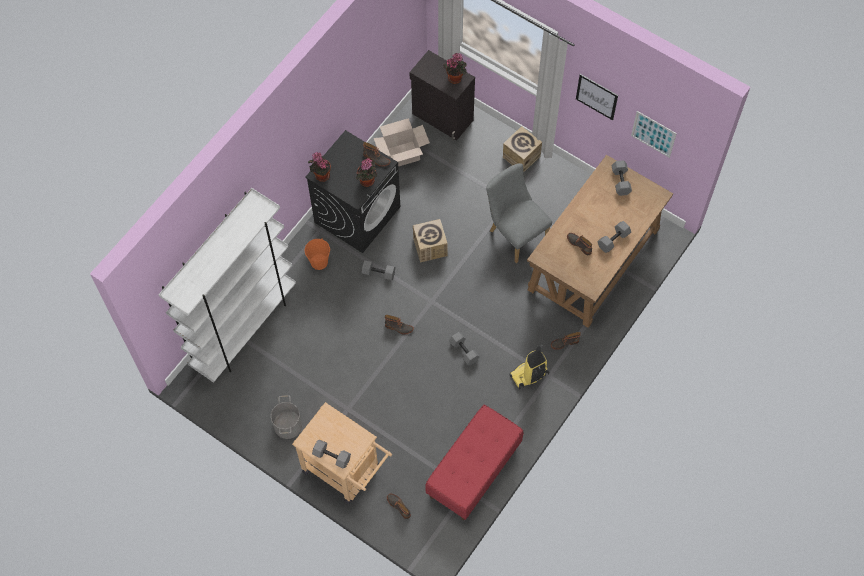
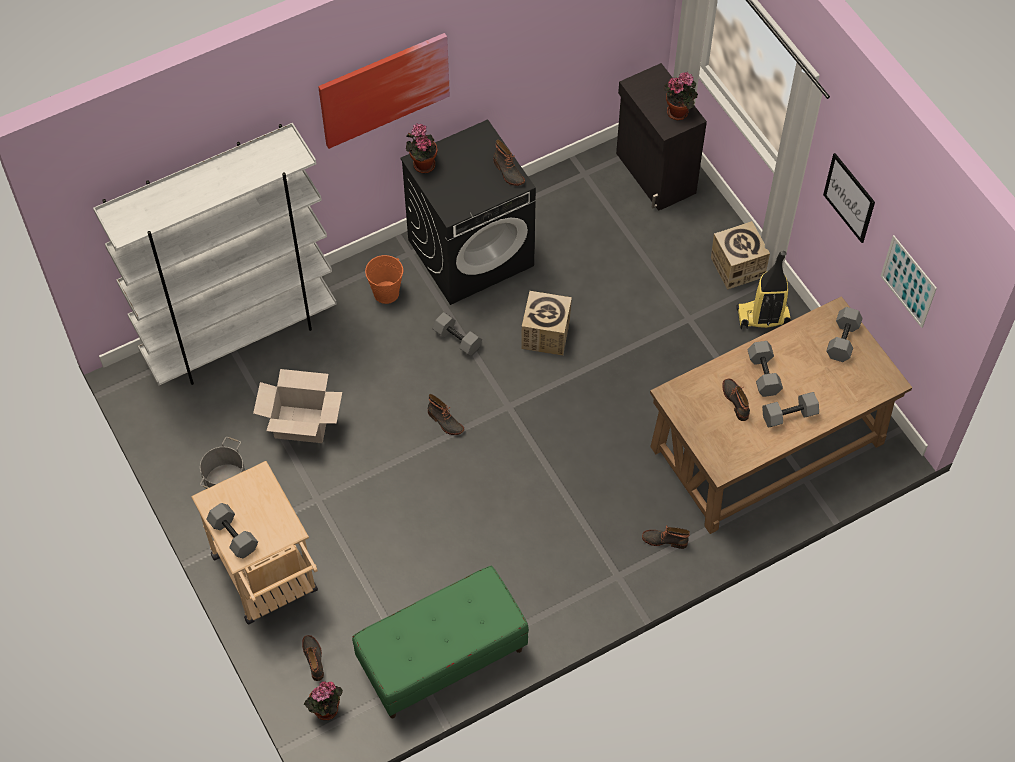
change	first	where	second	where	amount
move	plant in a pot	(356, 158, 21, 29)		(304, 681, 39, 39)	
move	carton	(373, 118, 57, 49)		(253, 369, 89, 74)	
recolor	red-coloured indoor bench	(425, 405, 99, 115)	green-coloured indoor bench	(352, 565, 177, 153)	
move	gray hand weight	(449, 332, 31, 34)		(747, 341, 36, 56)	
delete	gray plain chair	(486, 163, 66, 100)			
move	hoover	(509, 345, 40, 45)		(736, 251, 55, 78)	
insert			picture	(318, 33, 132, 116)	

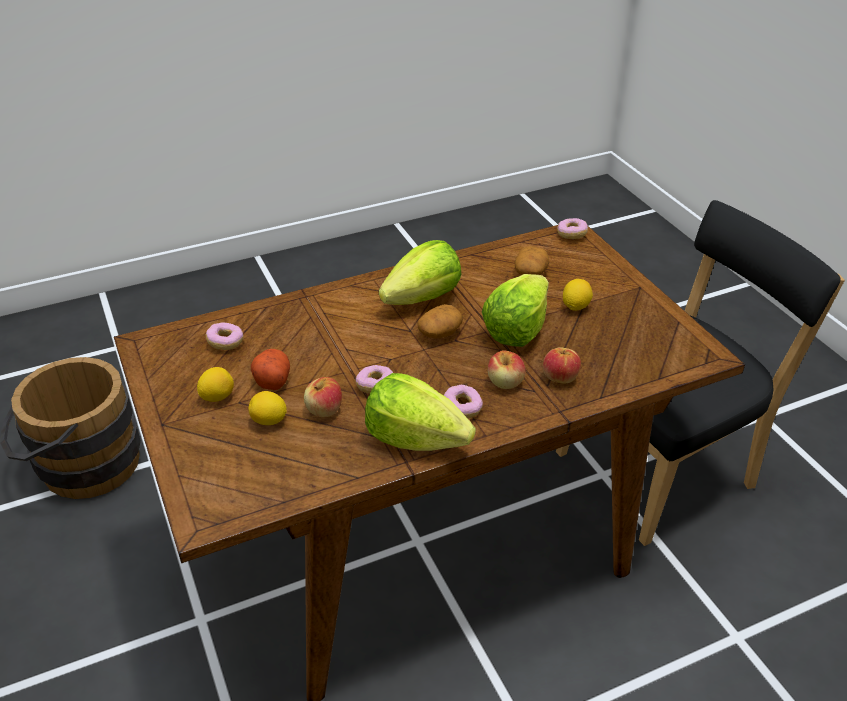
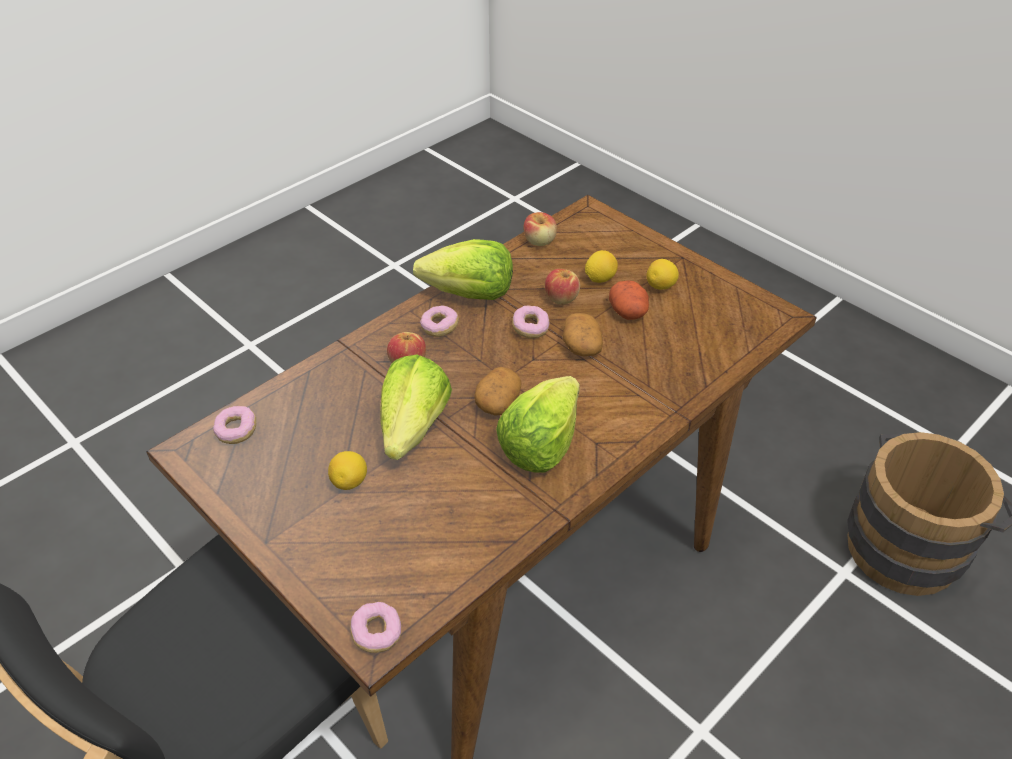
change	first	where	second	where	amount
move	donut	(206, 323, 38, 27)		(213, 406, 43, 38)	
move	spud	(514, 246, 35, 29)		(563, 313, 40, 43)	
move	whole apple	(543, 347, 38, 37)		(523, 212, 34, 34)	

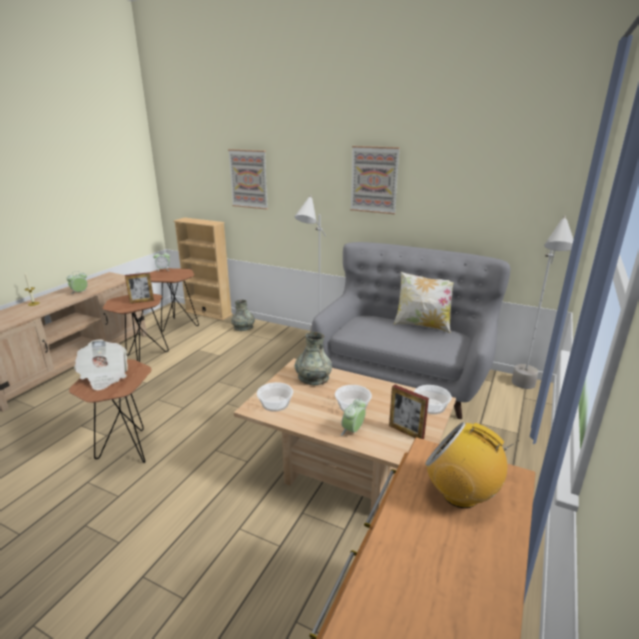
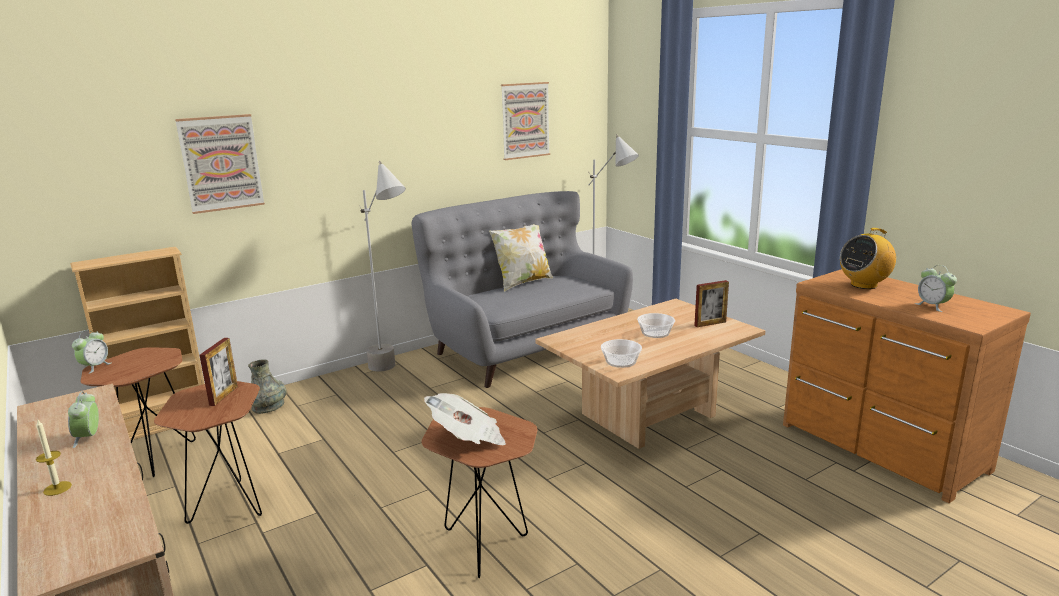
change	first	where	second	where	amount
delete	gray decorative vase	(295, 332, 37, 53)			
move	bedside clock	(341, 399, 25, 37)		(915, 265, 42, 47)	
move	picture	(350, 146, 50, 68)		(501, 82, 49, 78)	
delete	serving bowl	(414, 385, 38, 29)			

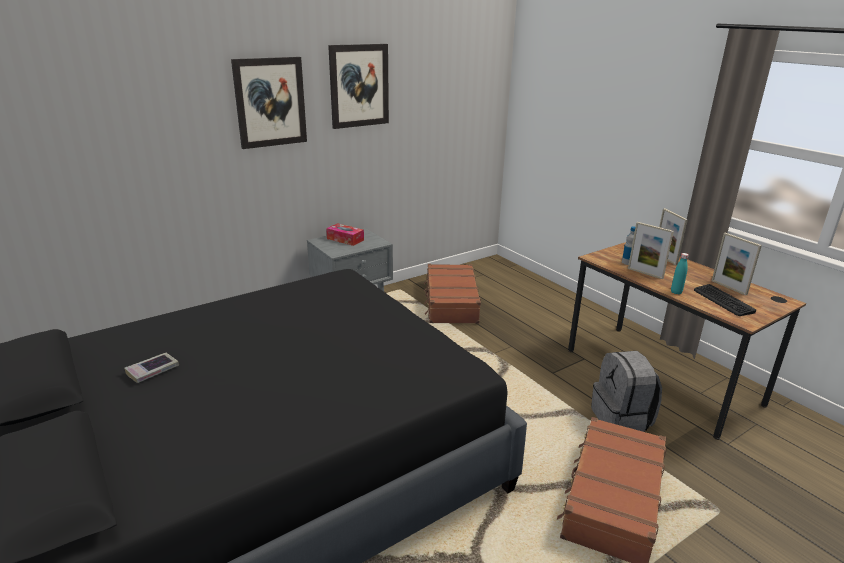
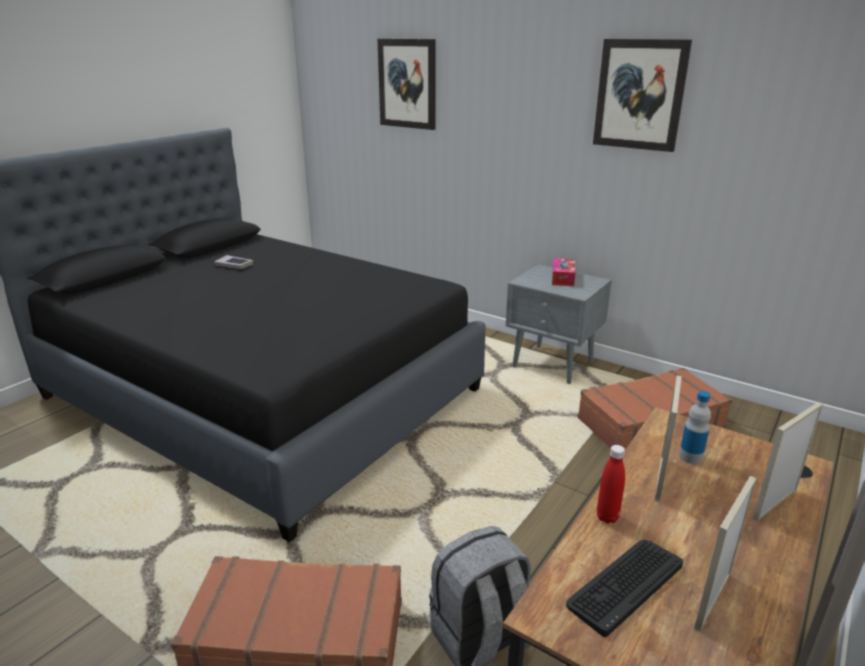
change	first	where	second	where	amount
move	picture	(231, 57, 76, 92)		(377, 39, 59, 91)	
recolor	turquoise drink bottle	(671, 253, 18, 41)	red-coloured drink bottle	(597, 445, 28, 78)	

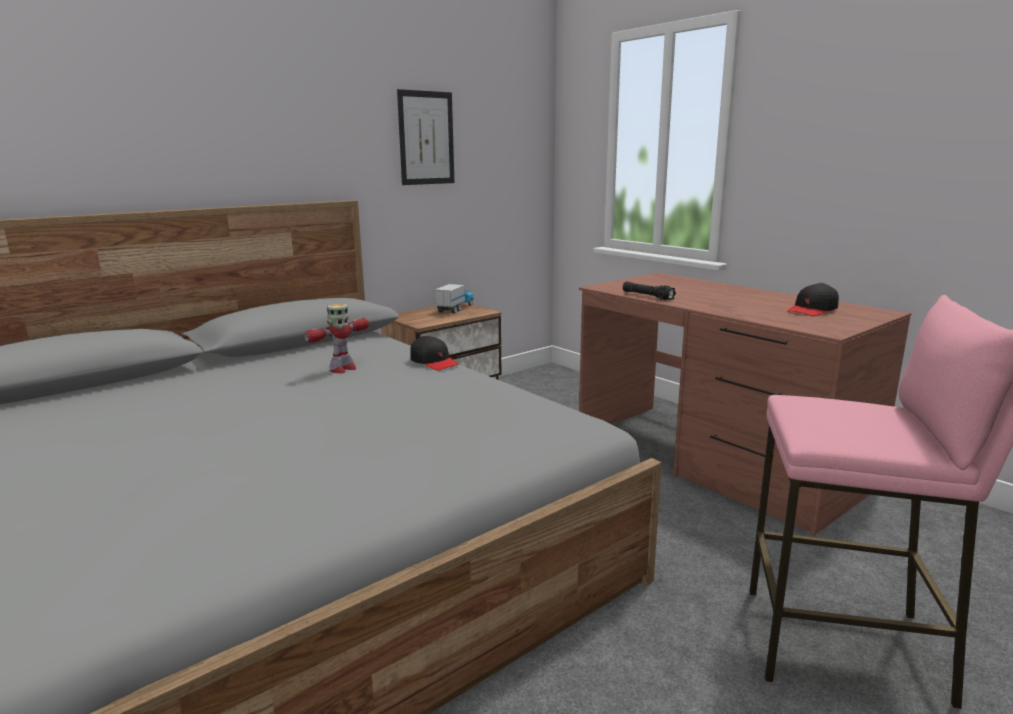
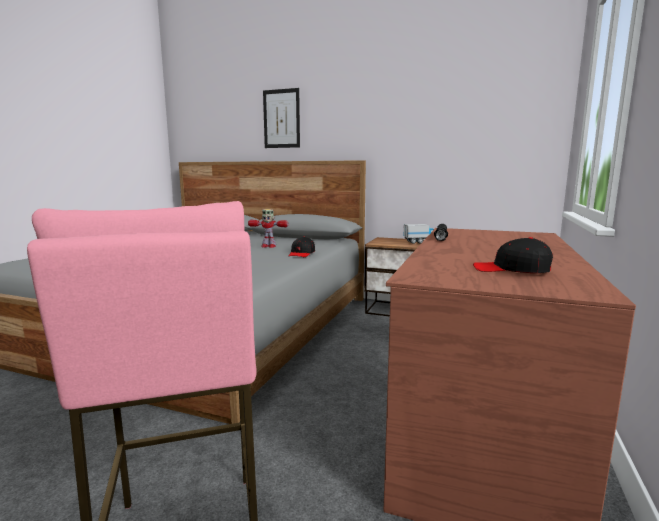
change	first	where	second	where	amount
move	picture	(397, 89, 57, 96)		(263, 88, 37, 60)	

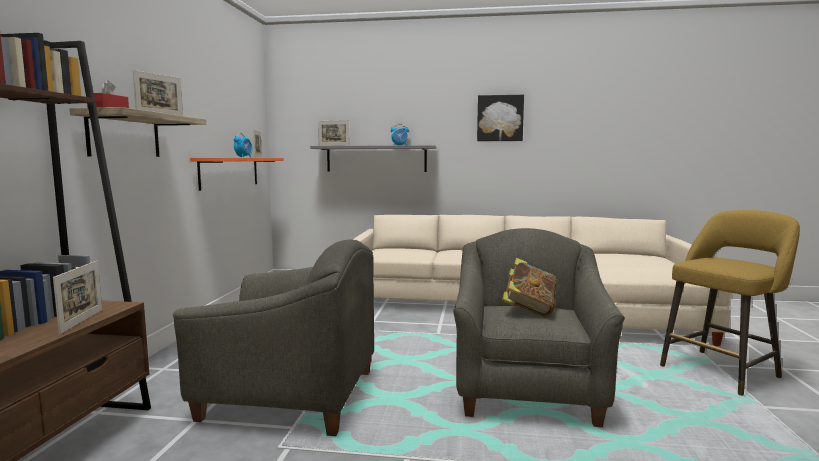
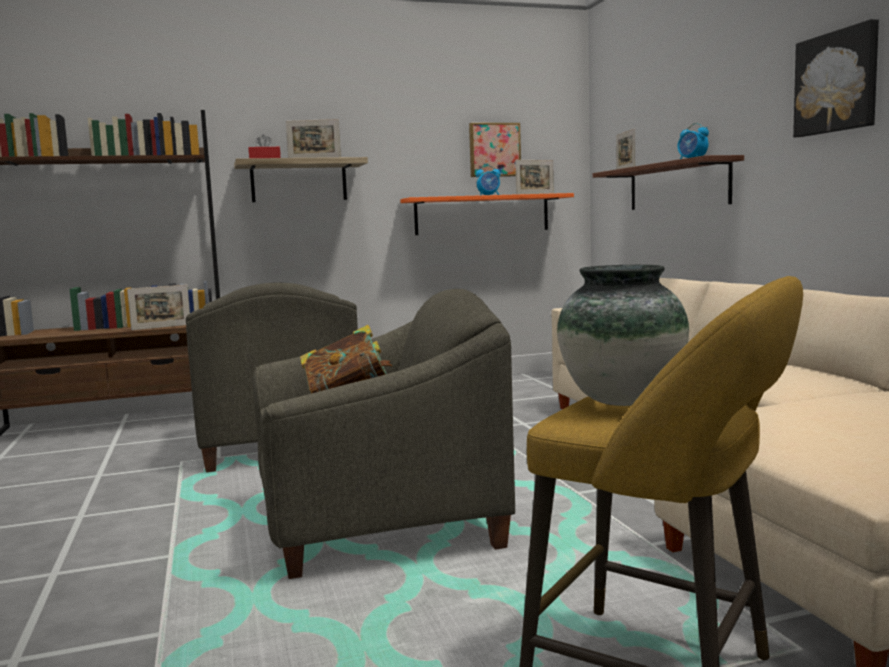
change	first	where	second	where	amount
recolor	gray wall shelf	(310, 145, 126, 27)	brownish wall shelf	(593, 155, 151, 55)	
insert			picture	(469, 123, 52, 54)	
insert			decorative vase	(557, 265, 132, 141)	

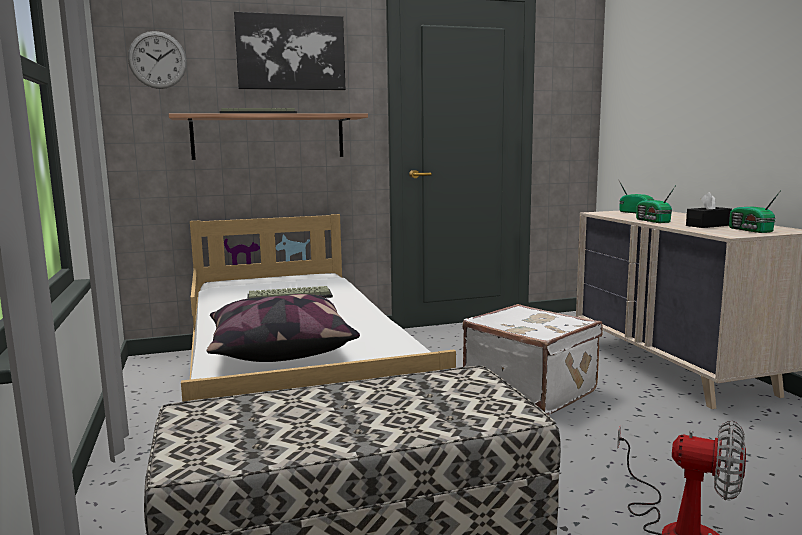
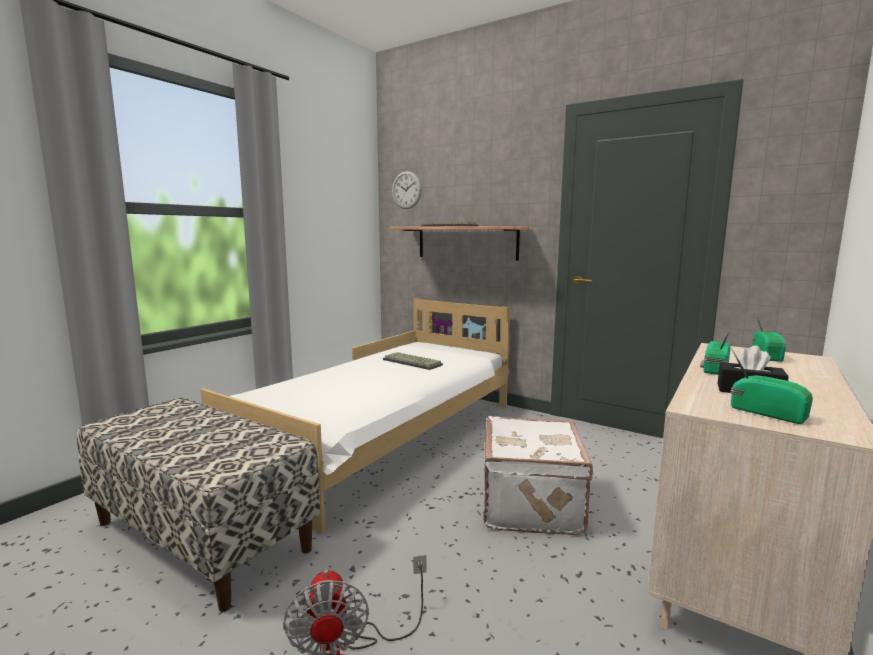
change	first	where	second	where	amount
delete	pillow	(206, 294, 154, 68)			
delete	picture	(234, 12, 111, 78)			
rotate	radio receiver	(729, 190, 52, 43)		(731, 348, 82, 76)	105 degrees clockwise

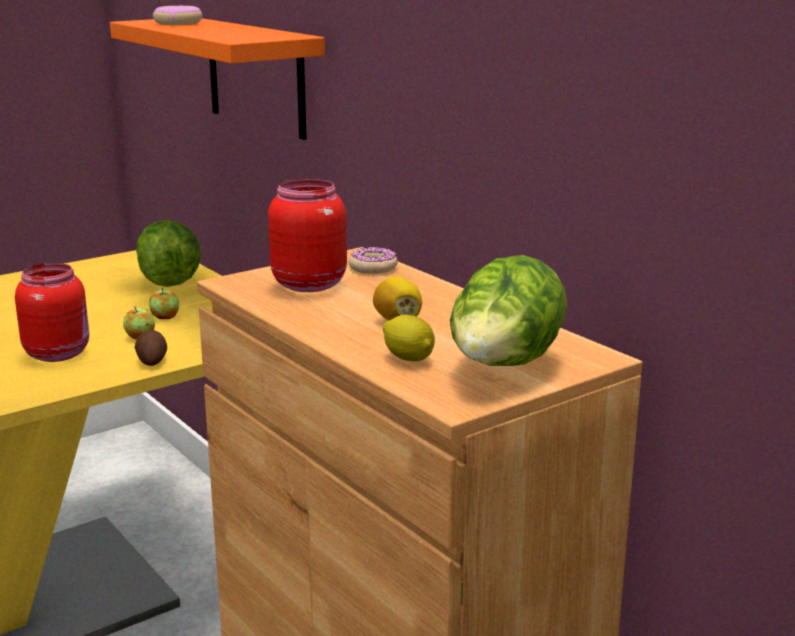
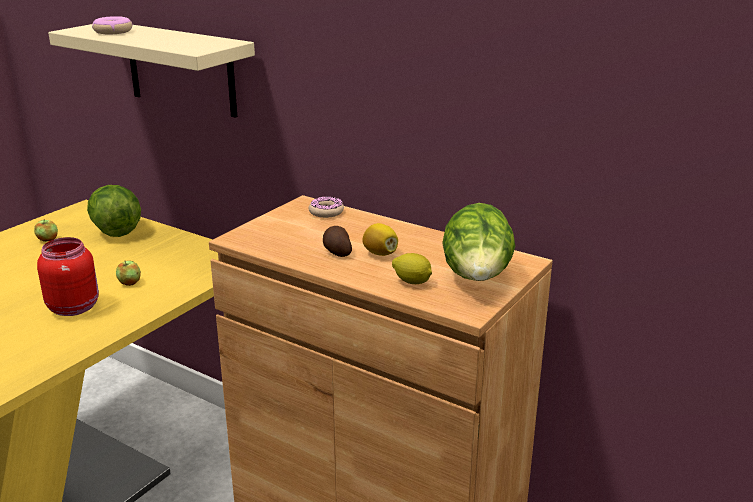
change	first	where	second	where	amount
recolor	orange wall shelf	(110, 18, 215, 122)	beige-coloured wall shelf	(48, 24, 207, 94)	
move	spud	(135, 330, 32, 36)		(323, 226, 29, 31)	
move	whole apple	(149, 288, 30, 31)		(34, 219, 24, 23)	
delete	red-coloured jar	(268, 178, 79, 114)			

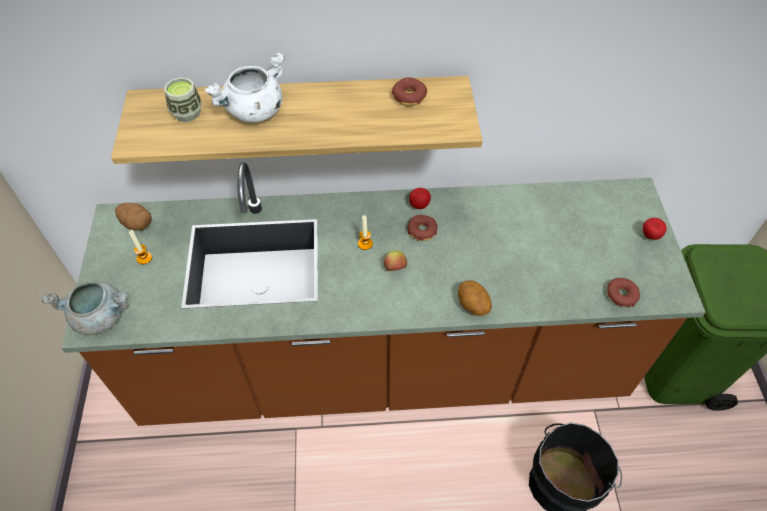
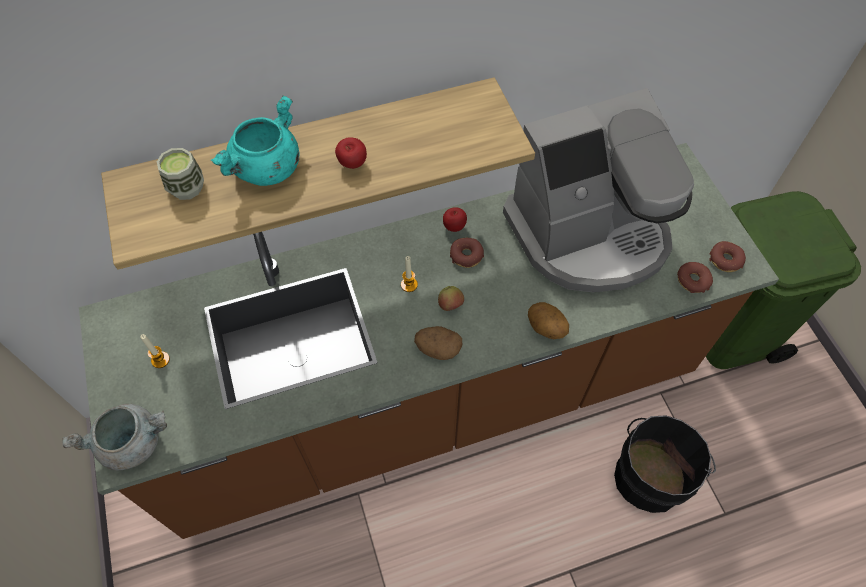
change	first	where	second	where	amount
move	spud	(115, 203, 37, 28)		(414, 326, 48, 34)	
recolor	whitish cooking pot	(204, 52, 81, 70)	turquoise cooking pot	(211, 96, 88, 90)	
move	donut	(392, 77, 35, 29)		(709, 241, 37, 31)	
move	whole apple	(643, 218, 24, 22)		(335, 137, 32, 32)	
insert			coffee machine	(503, 88, 191, 205)	

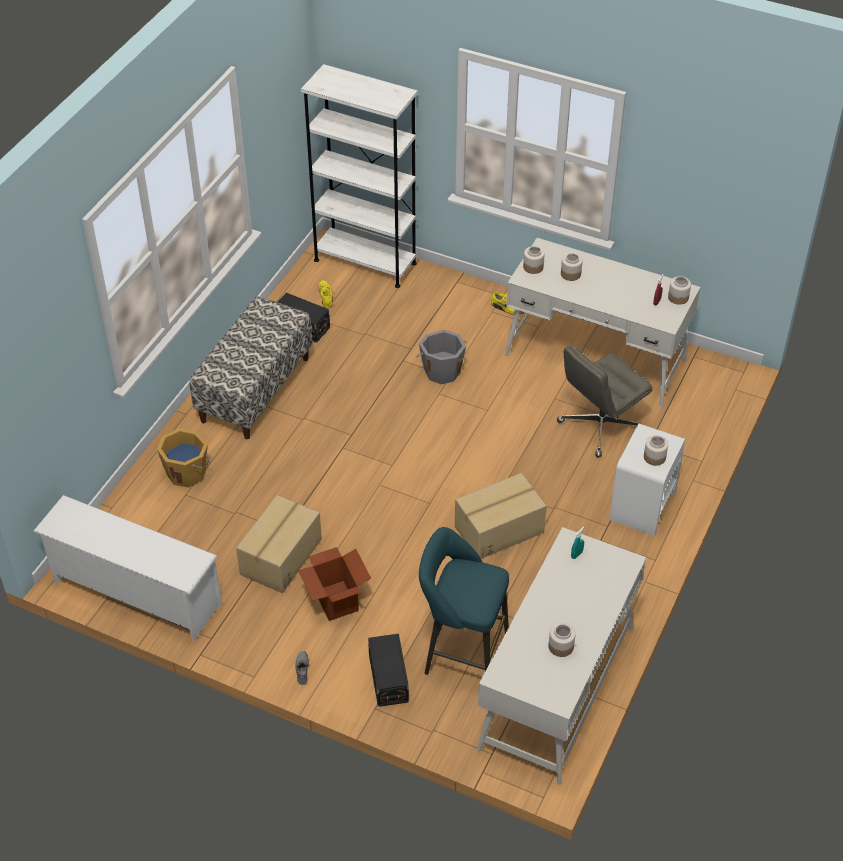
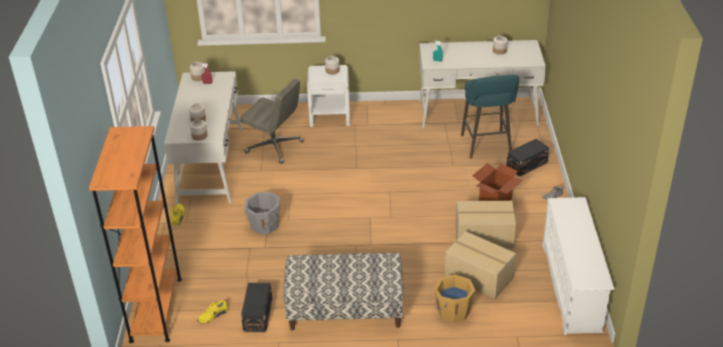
change	first	where	second	where	amount
recolor	whitish bookshelf	(301, 64, 117, 224)	orange bookshelf	(89, 126, 93, 217)	
move	carton	(455, 473, 92, 86)		(445, 231, 71, 68)	

